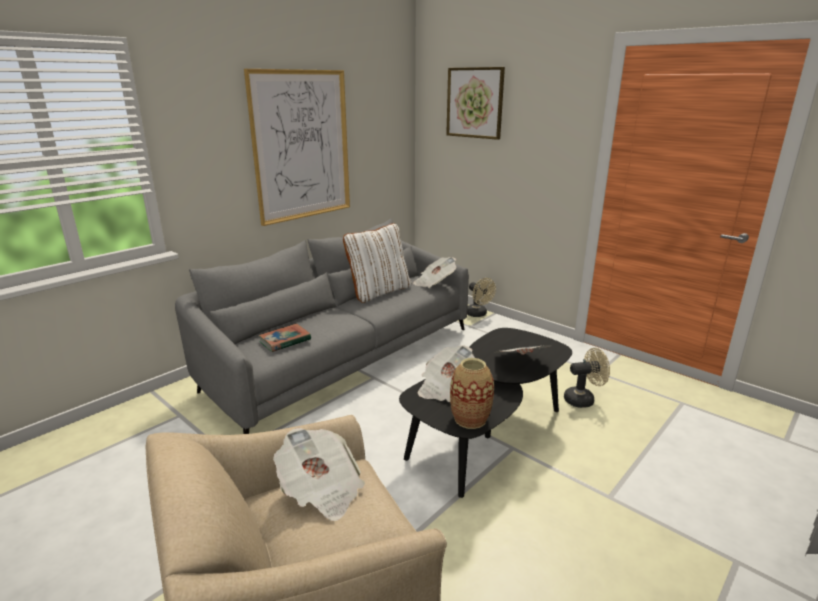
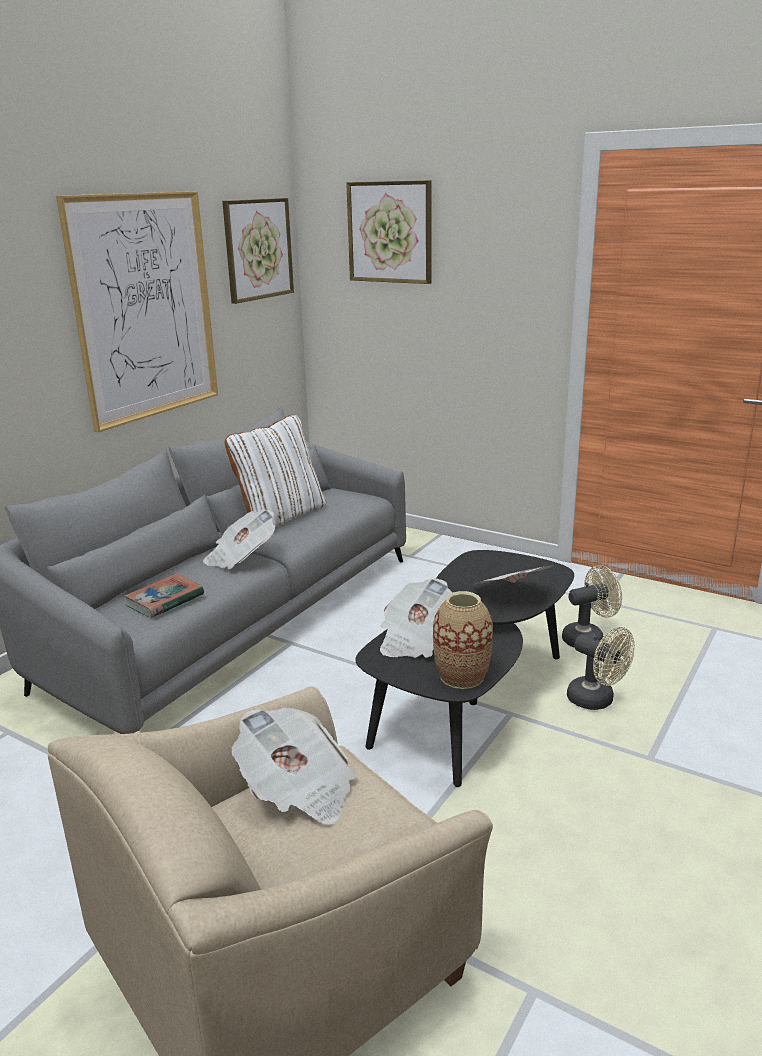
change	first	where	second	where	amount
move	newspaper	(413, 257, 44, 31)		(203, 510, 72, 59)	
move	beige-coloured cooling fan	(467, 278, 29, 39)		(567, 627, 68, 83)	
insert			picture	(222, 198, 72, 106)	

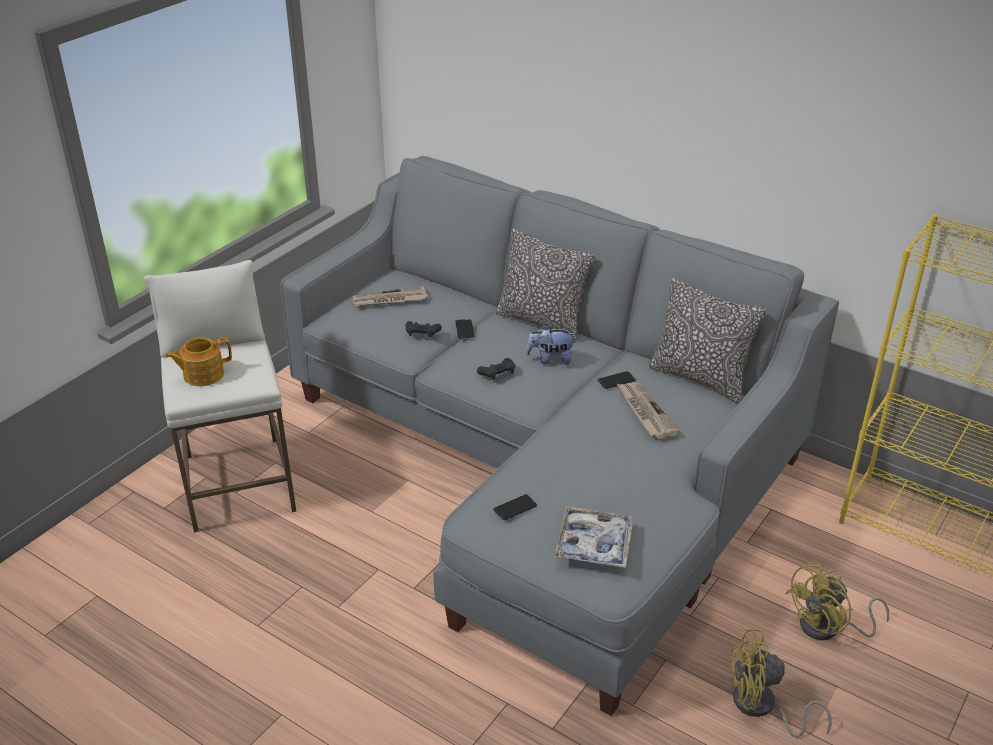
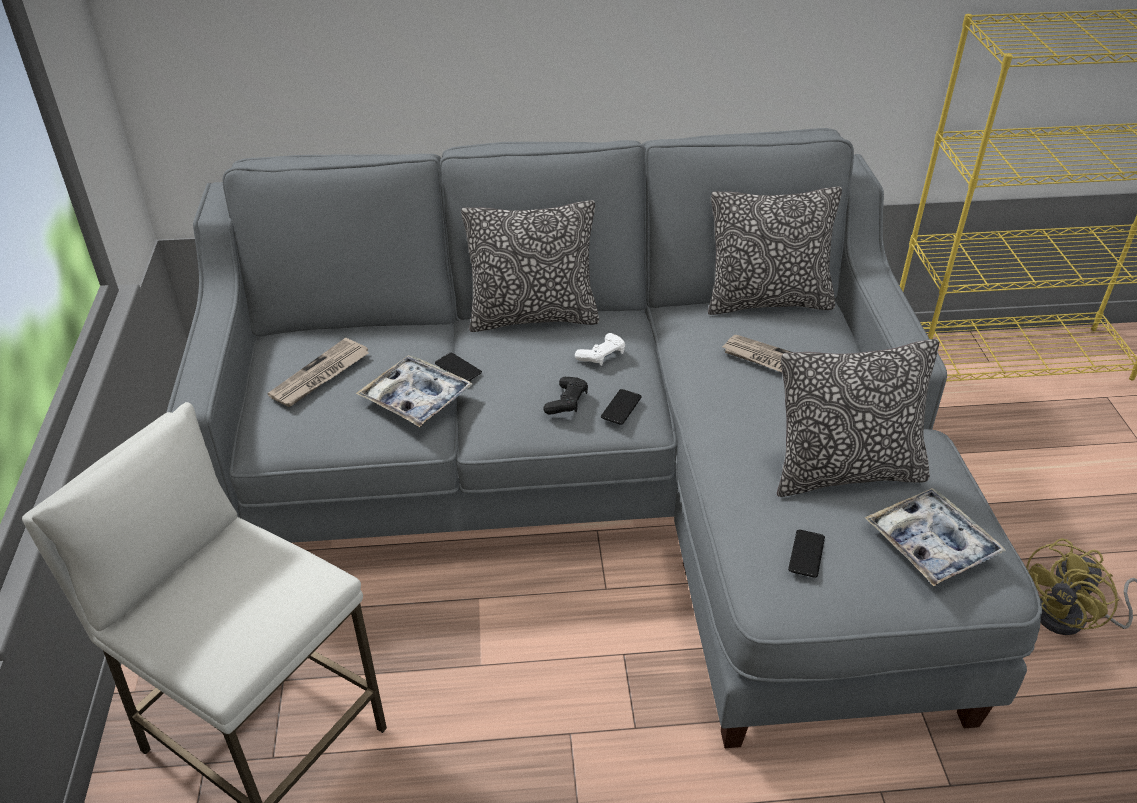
change	first	where	second	where	amount
delete	teapot	(165, 337, 67, 49)			
replace	blackish gamepad	(405, 321, 37, 17)	tray	(356, 355, 117, 72)	
replace	cuddly toy	(526, 324, 50, 41)	whitish gamepad	(575, 333, 50, 33)	
move	phone	(598, 371, 38, 18)		(601, 389, 41, 36)	
delete	yellow-coloured cooling fan	(785, 561, 104, 79)			
insert			pillow	(777, 339, 162, 158)	

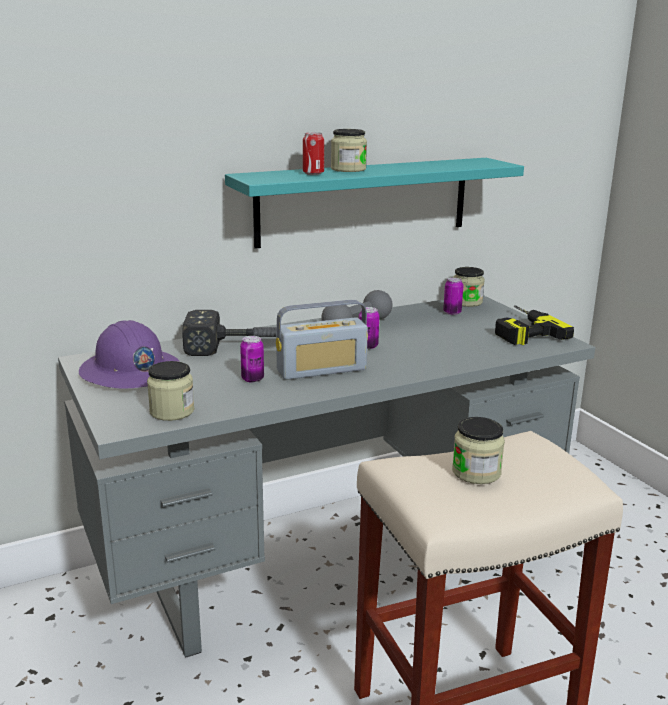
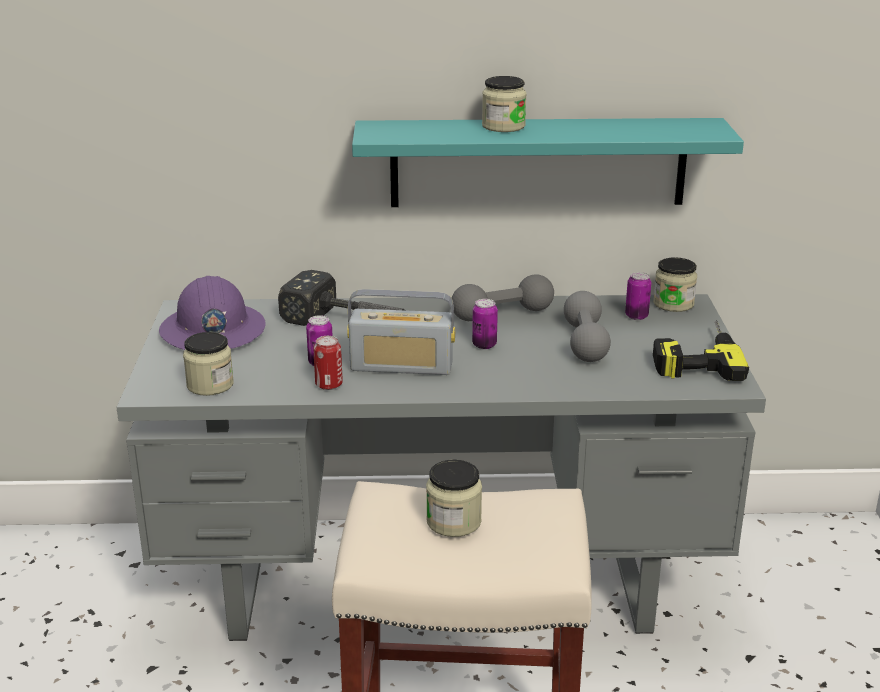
change	first	where	second	where	amount
move	sealed can	(303, 132, 21, 43)		(313, 336, 30, 54)	
insert			gray hand weight	(564, 291, 47, 71)	

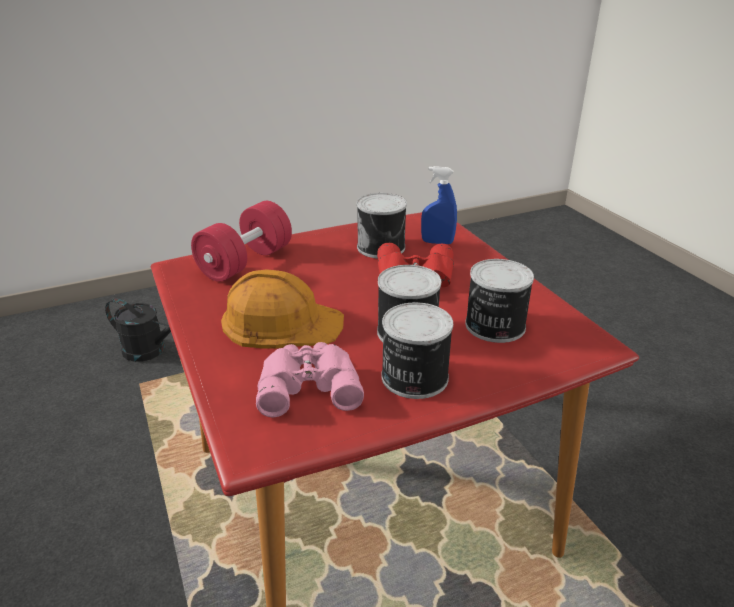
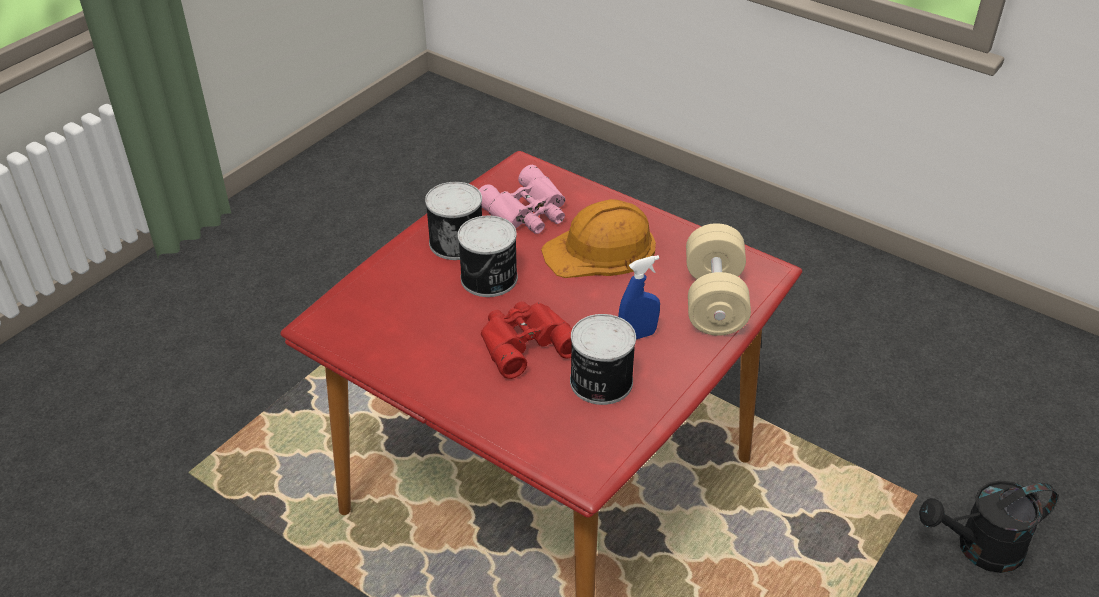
change	first	where	second	where	amount
recolor	red-coloured hand weight	(191, 201, 101, 81)	beige-coloured hand weight	(686, 223, 65, 113)	
move	blue spray bottle	(421, 166, 36, 78)		(618, 255, 42, 84)	
delete	sealed can	(465, 259, 69, 84)			

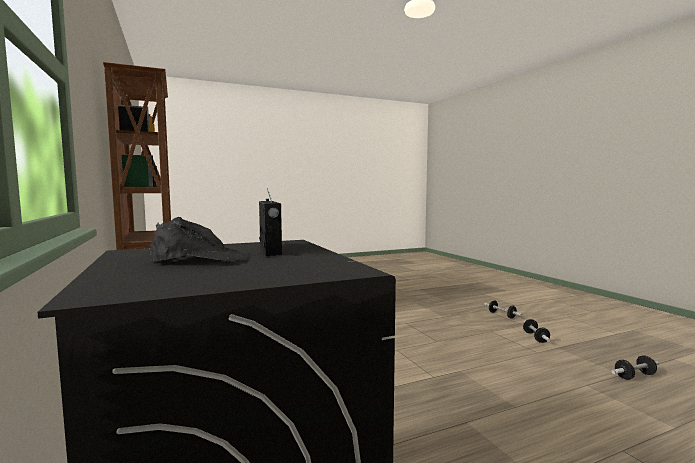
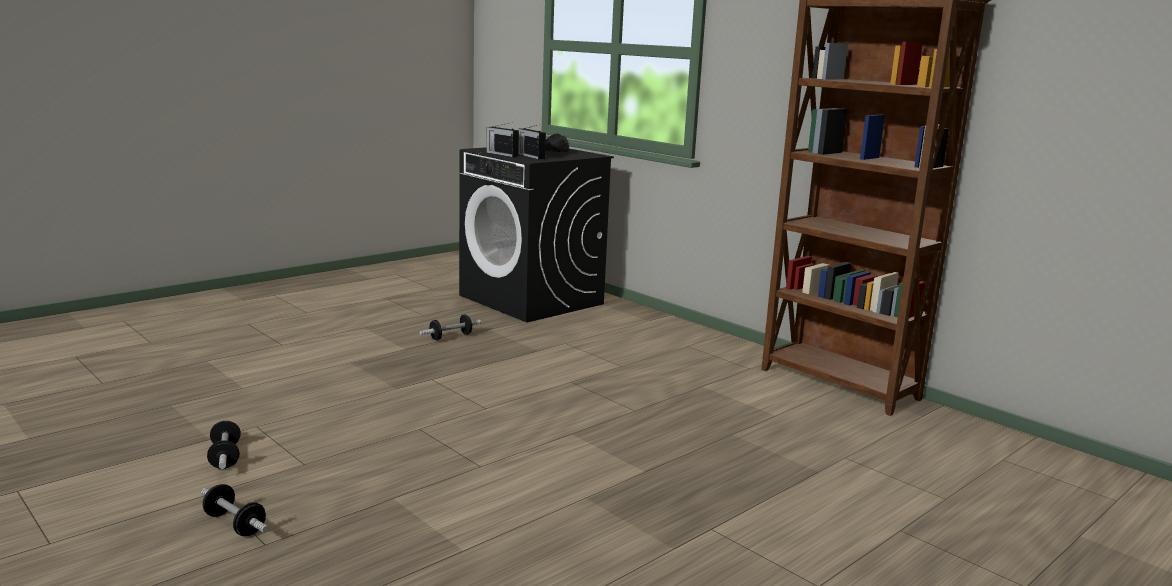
change	first	where	second	where	amount
move	hand weight	(611, 355, 48, 25)		(420, 314, 61, 27)	
insert			radio receiver	(486, 123, 33, 34)	

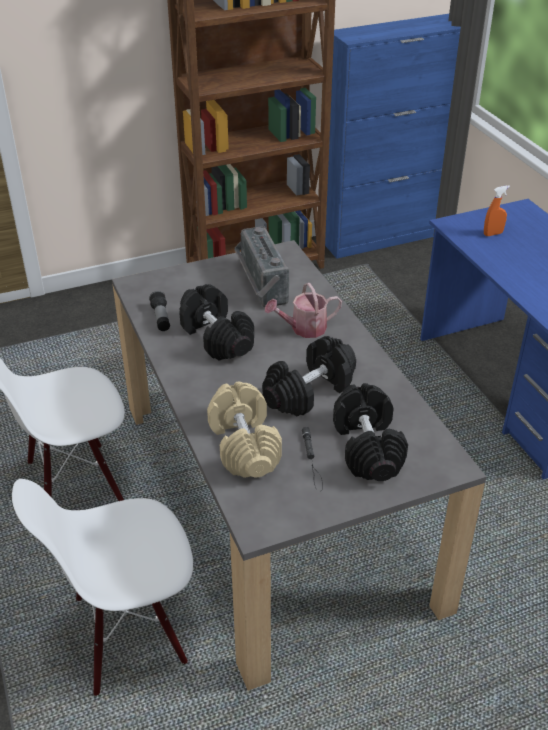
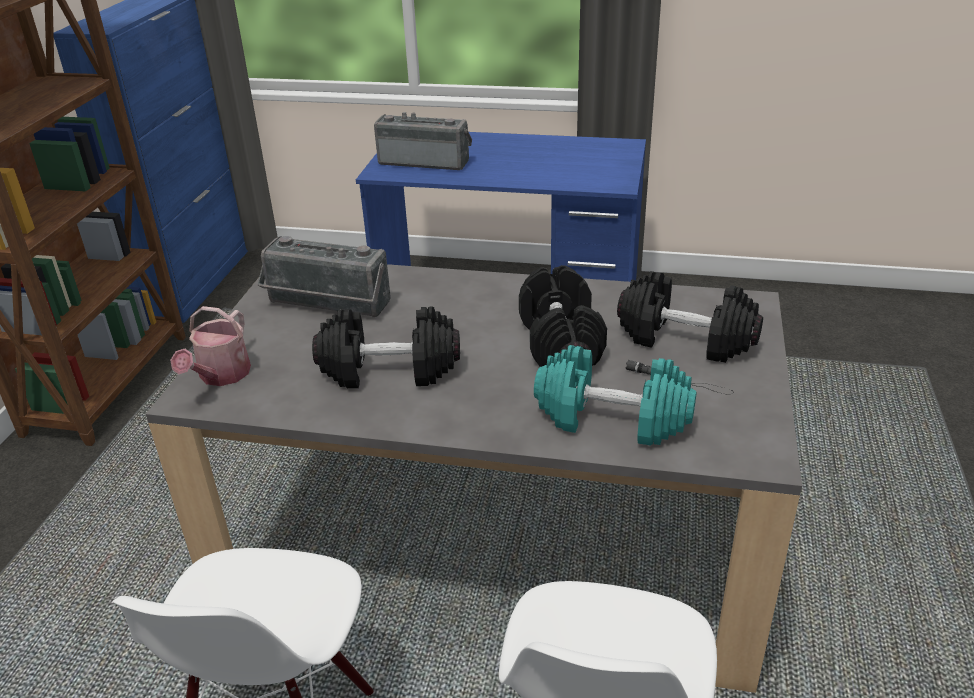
change	first	where	second	where	amount
delete	flashlight	(149, 291, 21, 40)			
recolor	beige-coloured hand weight	(207, 382, 75, 96)	turquoise hand weight	(534, 345, 163, 101)	
move	sprinkling can	(265, 283, 77, 55)		(170, 306, 81, 80)	
replace	orange spray bottle	(484, 185, 26, 51)	radio receiver	(374, 112, 98, 58)	

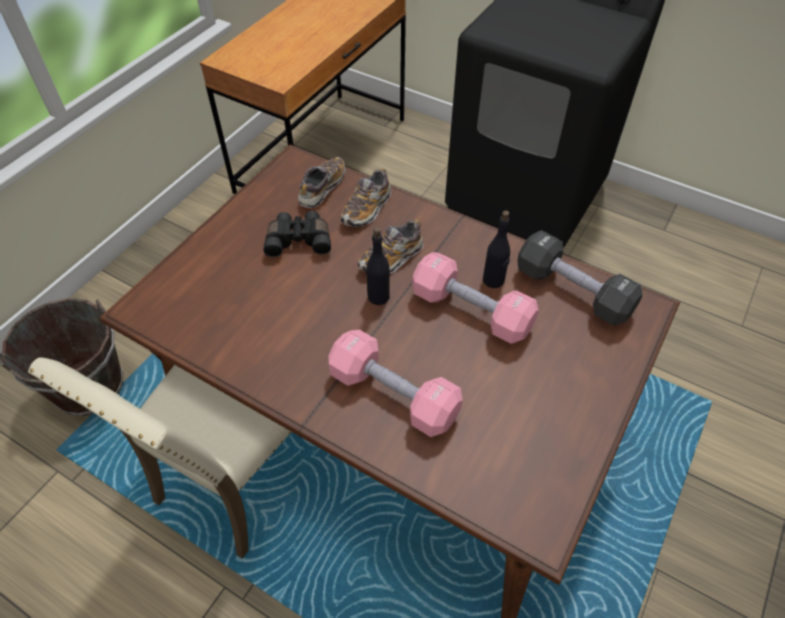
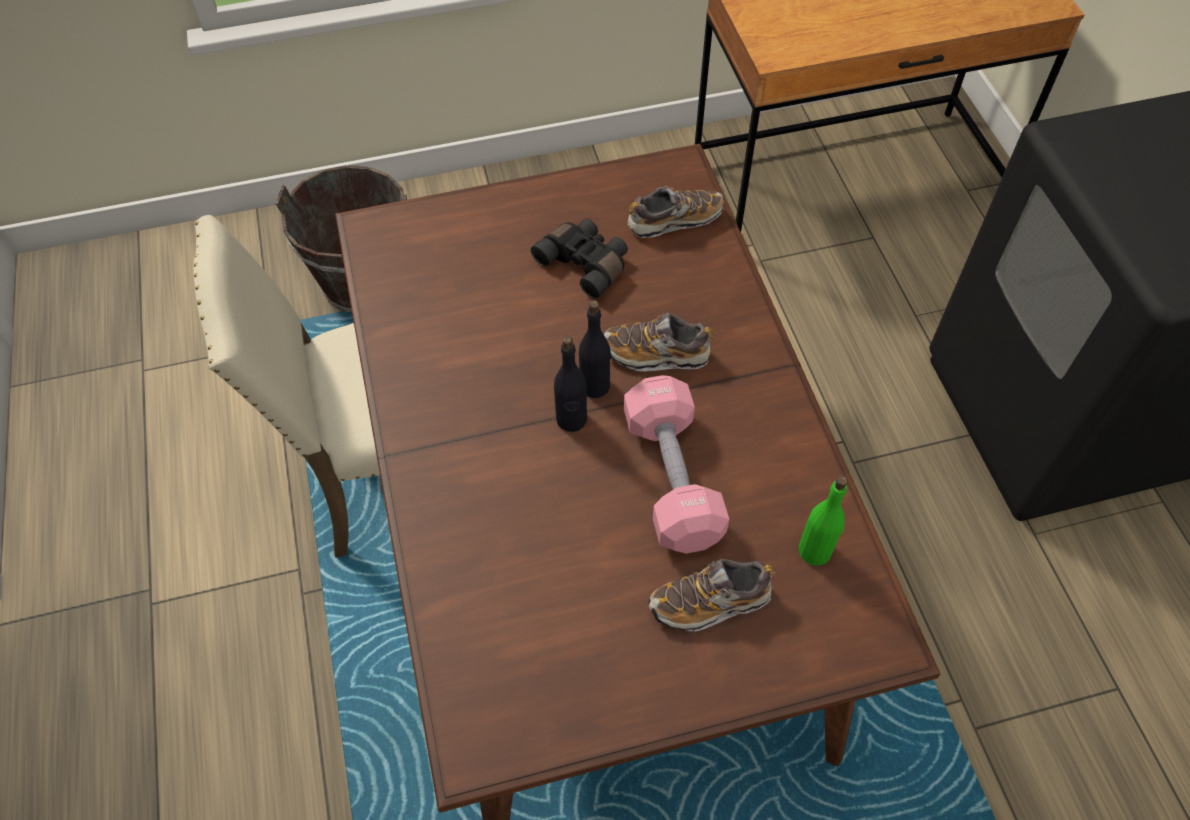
change	first	where	second	where	amount
delete	pink hand weight	(328, 330, 135, 107)			
move	low shoe	(341, 168, 50, 59)		(648, 559, 127, 72)	
move	blackish drink bottle	(483, 210, 27, 78)		(554, 336, 33, 96)	
replace	blackish hand weight	(517, 230, 126, 95)	green-coloured drink bottle	(799, 476, 49, 89)	

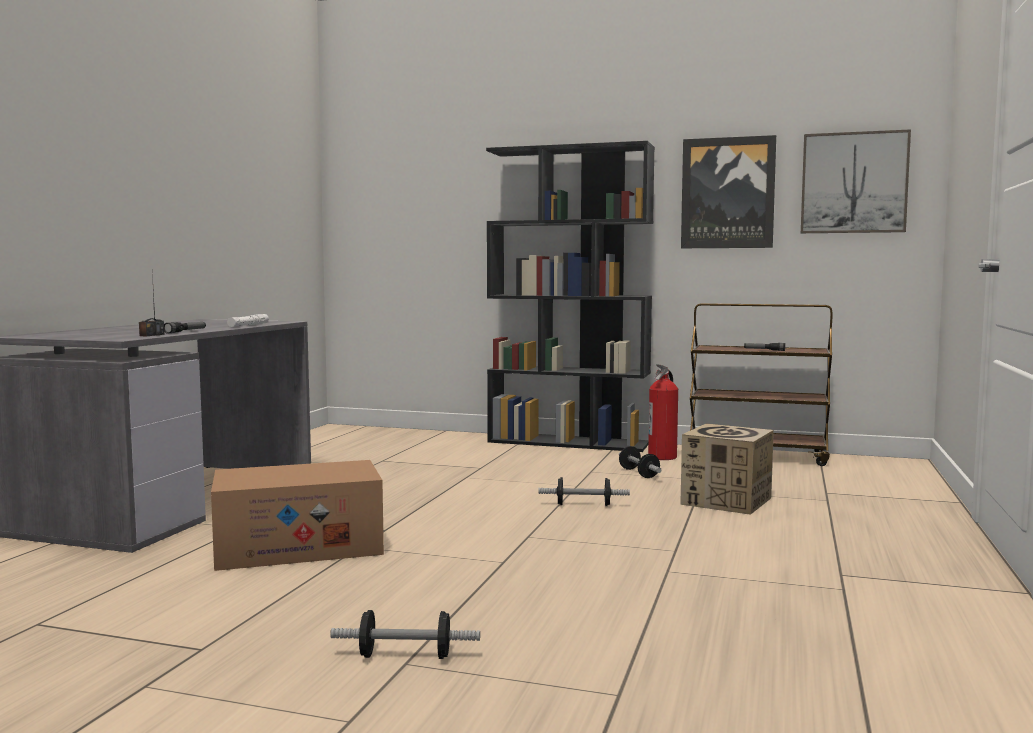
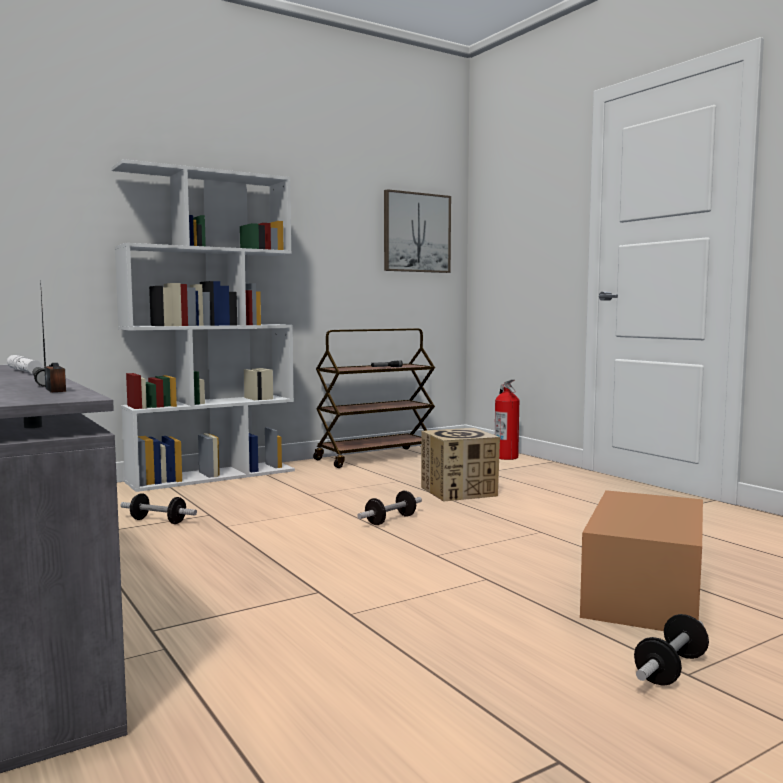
change	first	where	second	where	amount
move	carton	(211, 460, 173, 111)		(580, 490, 123, 141)	
recolor	blackish bookshelf	(486, 141, 169, 311)	whitish bookshelf	(111, 159, 184, 333)	
move	hand weight	(619, 446, 43, 32)		(121, 493, 76, 31)	
move	fire extinguisher	(648, 364, 30, 96)		(495, 380, 24, 80)	
delete	picture	(681, 135, 95, 113)			

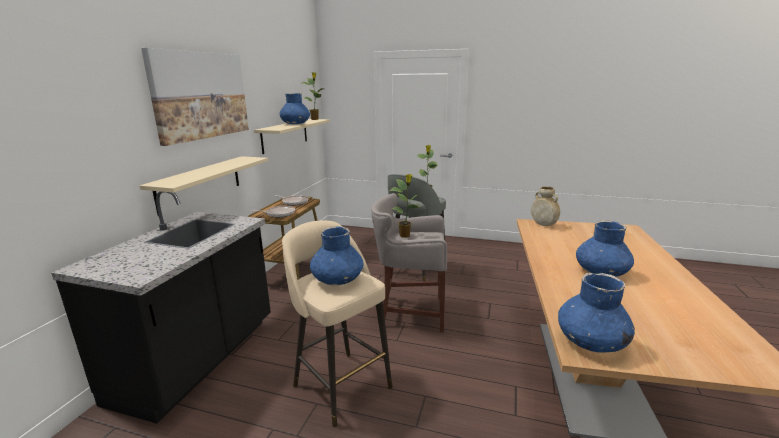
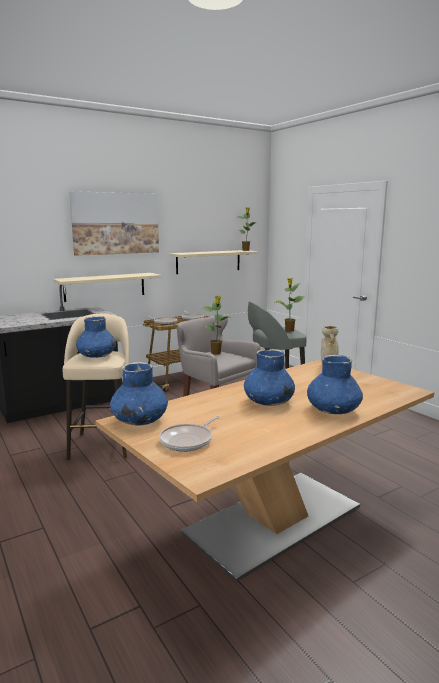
change	first	where	second	where	amount
move	blue decorative vase	(280, 93, 30, 31)		(307, 355, 56, 59)	
insert			frying pan	(159, 416, 61, 36)	

